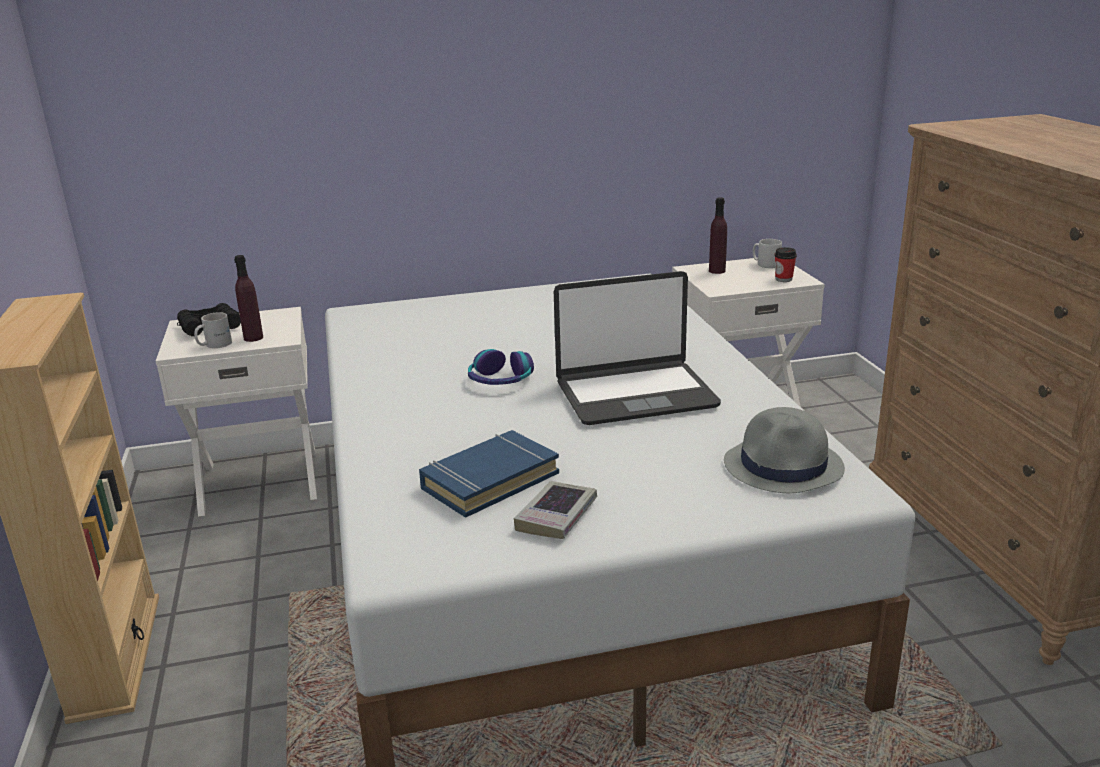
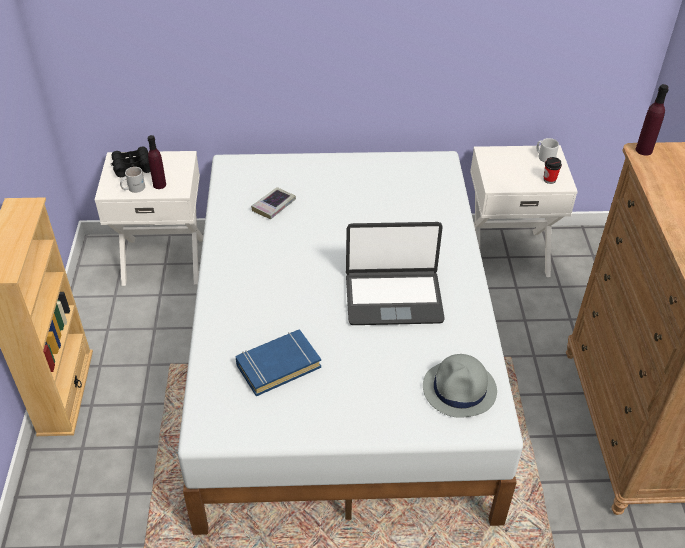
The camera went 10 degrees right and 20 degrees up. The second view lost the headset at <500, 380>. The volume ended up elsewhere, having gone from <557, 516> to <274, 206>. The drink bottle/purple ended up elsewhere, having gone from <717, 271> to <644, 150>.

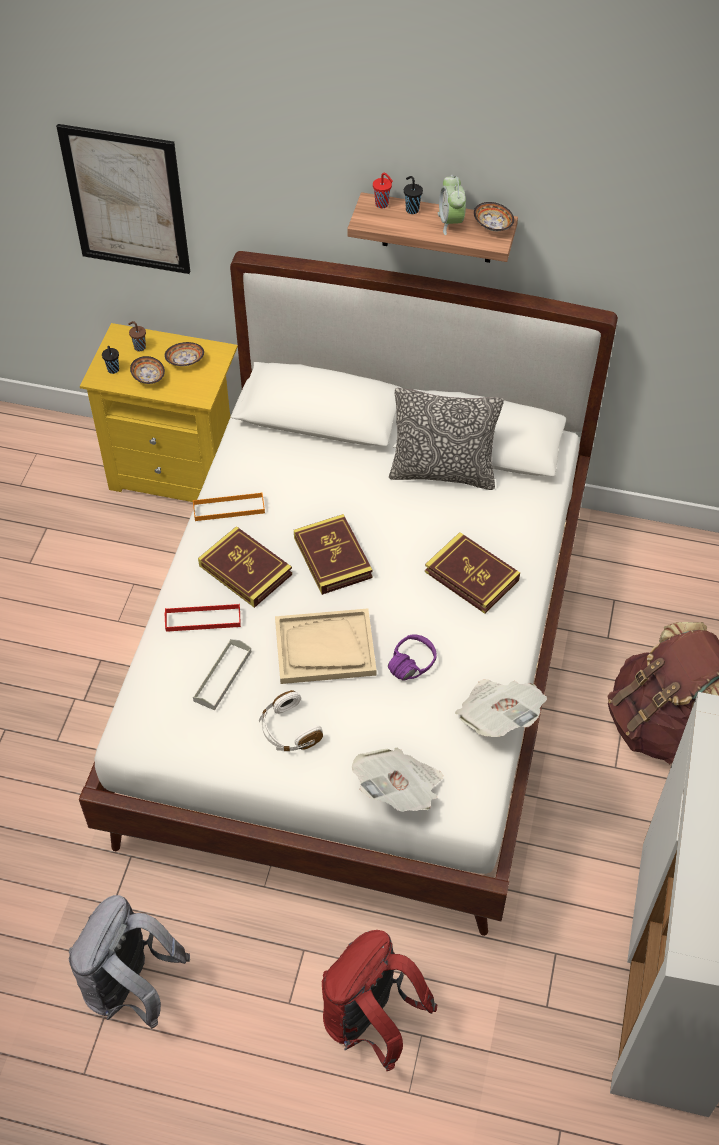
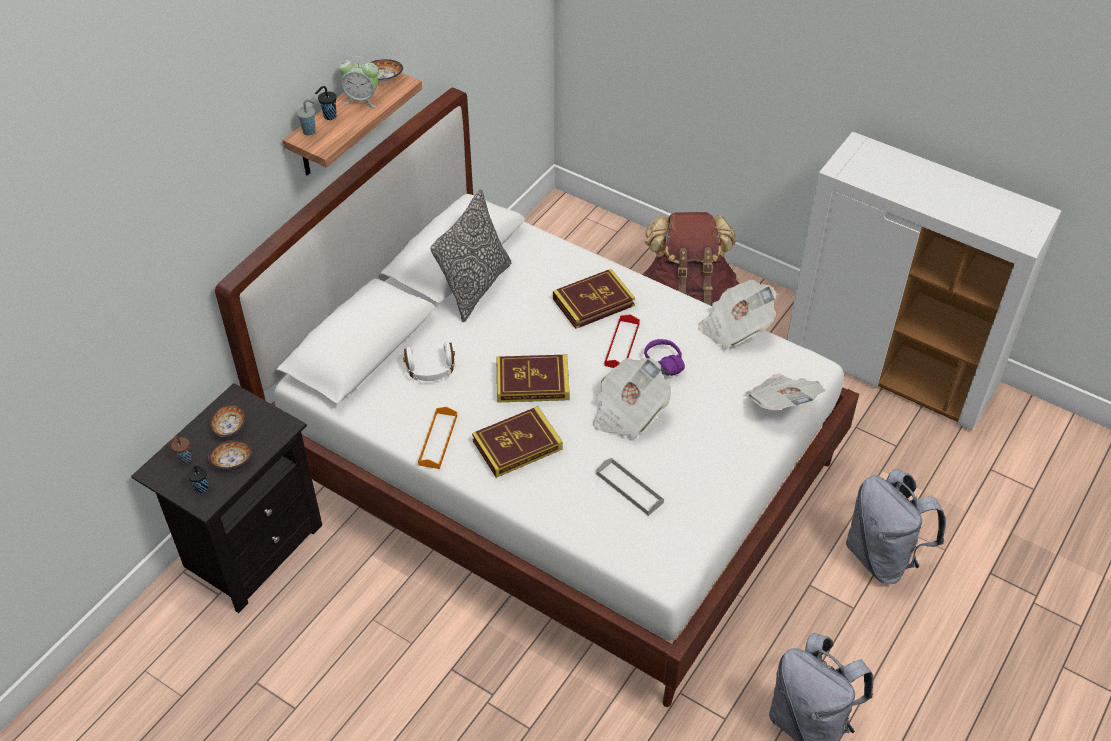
The camera went 70 degrees left and 5 degrees down. The second view lost the wall art at <126, 200>. What was the nightstand/yellow at <177, 471> turned into the nightstand/black at <250, 547>. The serving tray/reddish ended up elsewhere, having gone from <203, 619> to <622, 344>. The headset/whitish ended up elsewhere, having gone from <288, 730> to <431, 370>. Where the serving tray/sand-coloured stood at <324, 648>, the daily paper came to stand at <628, 412>. What was the knapsack/reddish at <371, 1021> turned into the knapsack/grey at <882, 557>. What was the cup/reddish at <382, 204> turned into the cup/grey at <310, 131>.

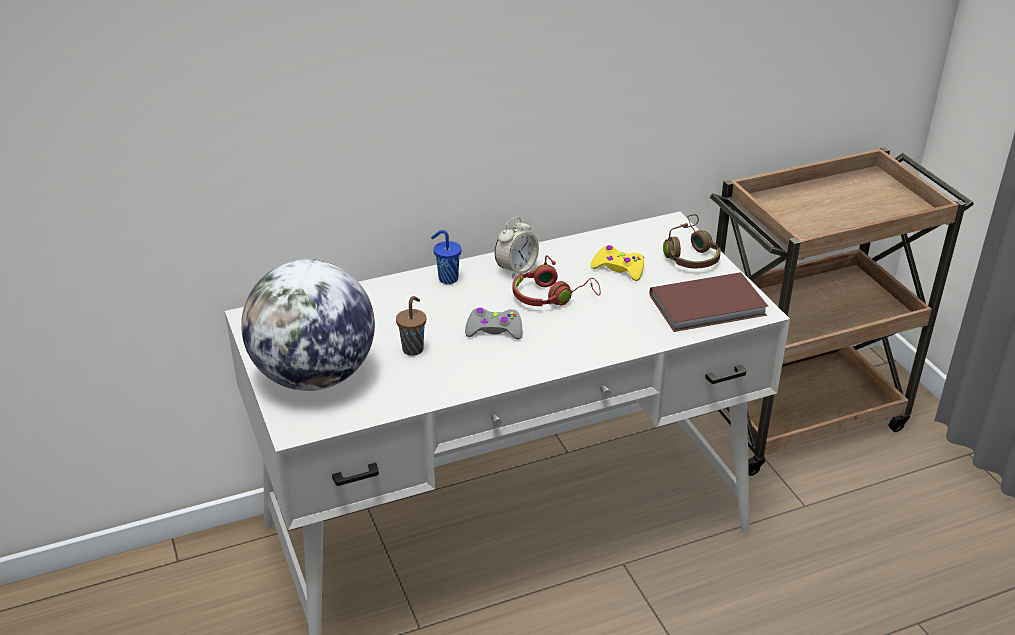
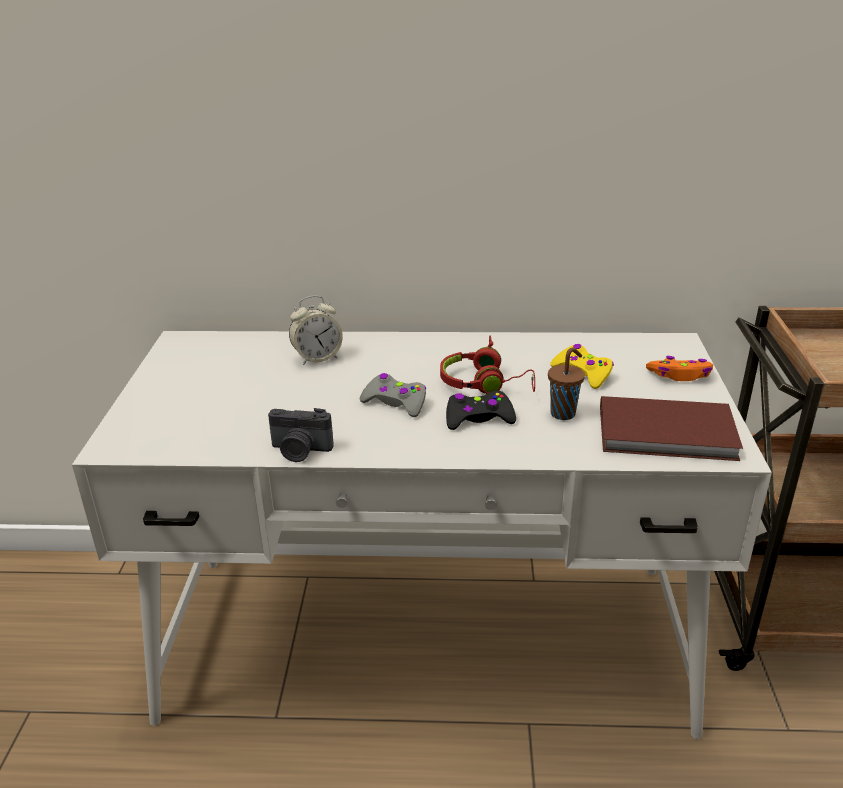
The camera went 25 degrees right and 5 degrees down. The second view lost the globe at <315, 376>. The cup/brown ended up elsewhere, having gone from <413, 349> to <564, 413>. The second view lost the cup/bluish at <447, 279>. The bedside clock ended up elsewhere, having gone from <516, 269> to <317, 358>. Where the headset/brown stood at <690, 254>, the game controller/orange came to stand at <680, 375>. The second view gained the photo camera at <300, 451>. The second view gained the game controller/black at <478, 418>.

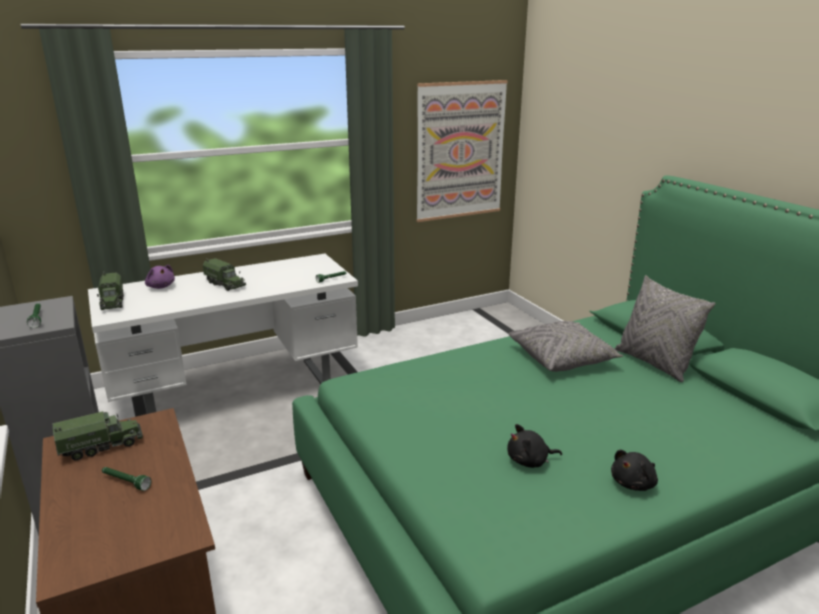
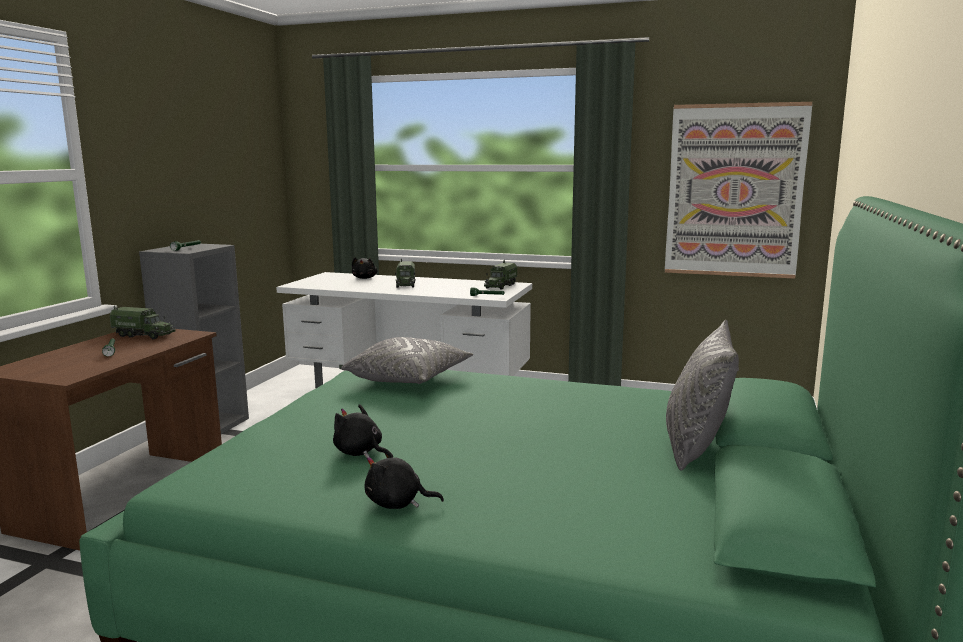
The camera went 45 degrees right and 10 degrees down. The toy lorry ended up elsewhere, having gone from <112, 302> to <500, 286>. What was the cuddly toy/purple at <160, 286> turned into the cuddly toy/black at <365, 278>. The pillow/grey ended up elsewhere, having gone from <562, 358> to <409, 379>.

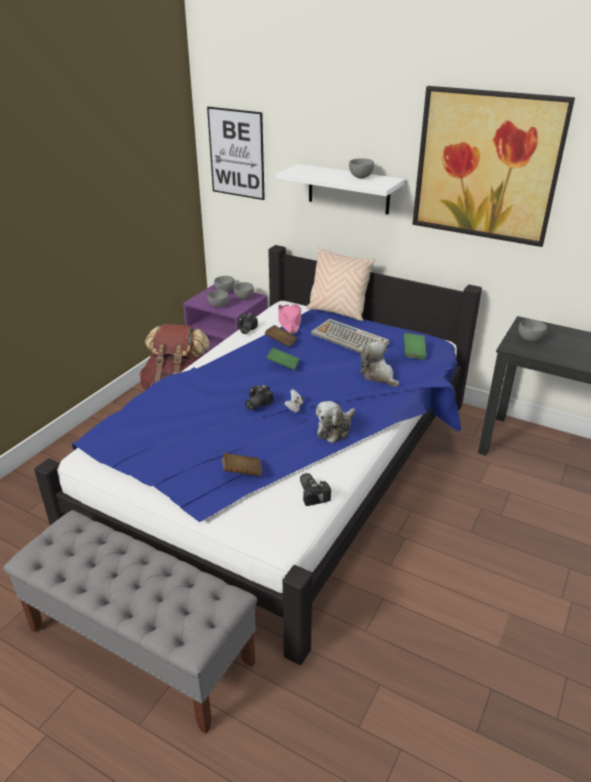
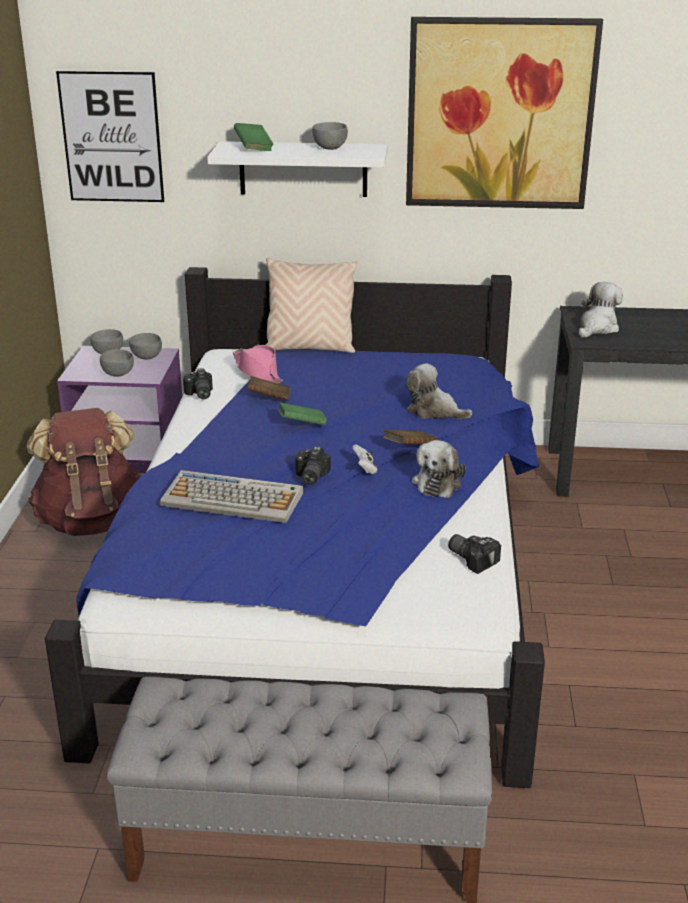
The camera went 25 degrees left and 5 degrees down. The volume/brown ended up elsewhere, having gone from <242, 473> to <410, 449>. The PC keyboard ended up elsewhere, having gone from <350, 339> to <234, 499>. The volume/greenish ended up elsewhere, having gone from <414, 353> to <254, 148>. Where the serving bowl/grey stood at <529, 339>, the cuddly toy came to stand at <597, 328>.

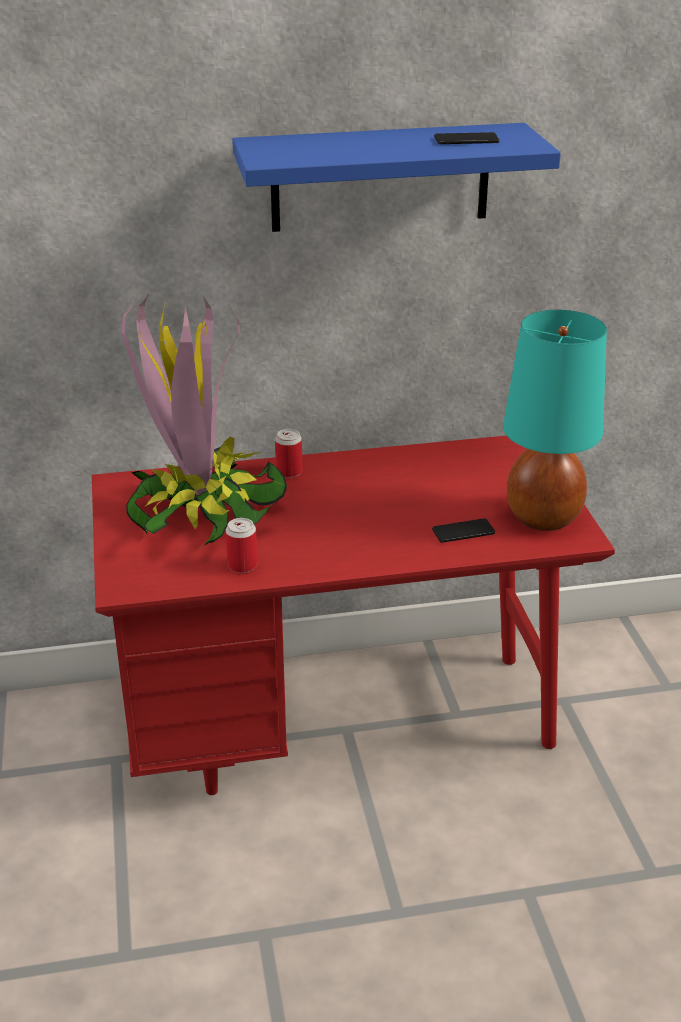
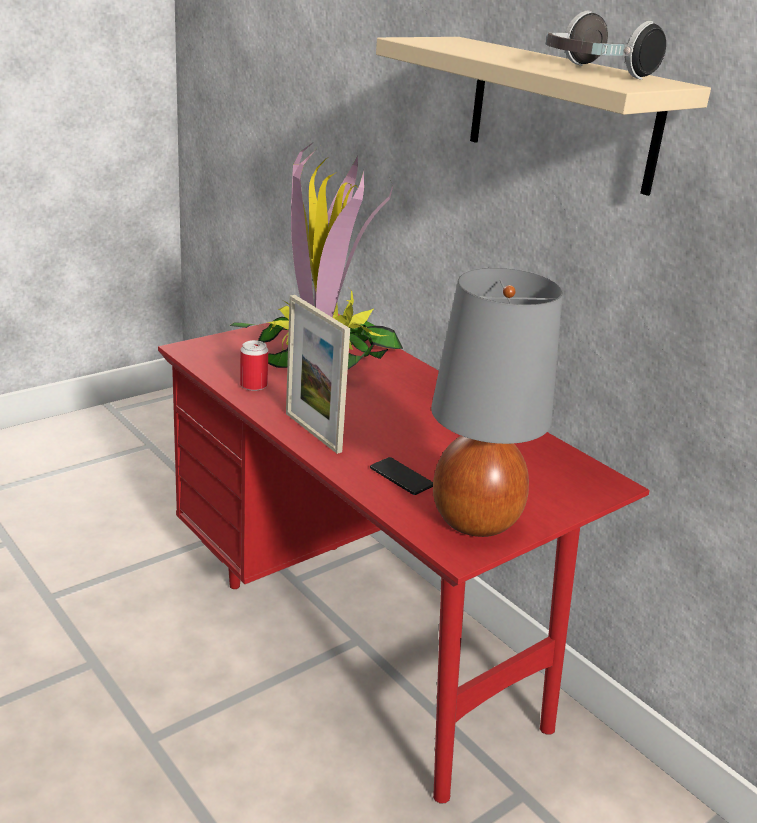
The camera went 60 degrees right and 5 degrees down. What was the shelf/bluish at <380, 177> turned into the shelf/sand-coloured at <561, 113>. The second view lost the metal can at <289, 472>. Where the phone stood at <466, 140>, the headset came to stand at <593, 72>. What was the table lamp/turquoise at <544, 517> turned into the table lamp/grey at <476, 520>. The second view gained the standing frame at <313, 432>.

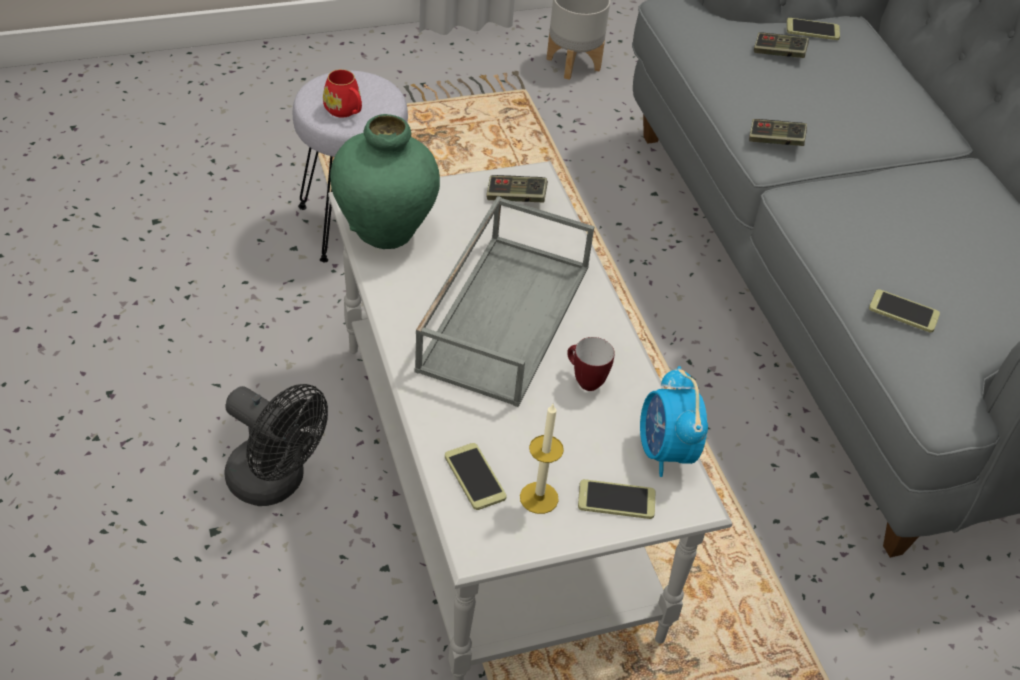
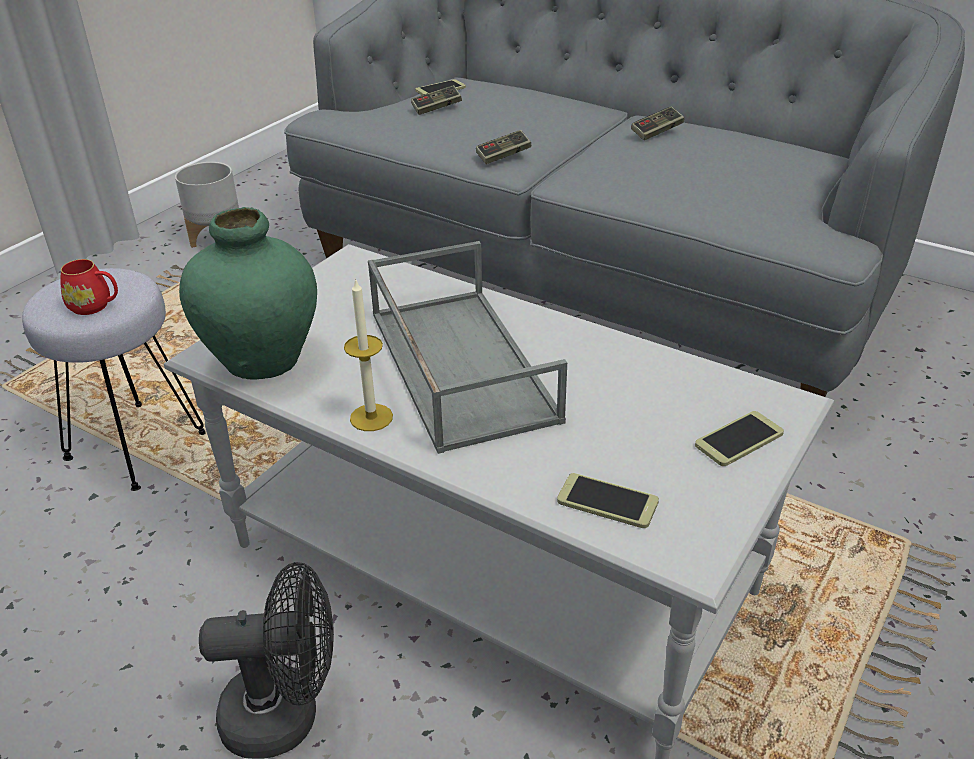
The camera went 35 degrees left and 10 degrees down. The game controller ended up elsewhere, having gone from <516, 197> to <657, 132>. The candle ended up elsewhere, having gone from <539, 498> to <371, 417>. The second view lost the coffee mug at <584, 381>. The second view lost the bedside clock at <665, 452>. The second view lost the phone at <903, 312>.

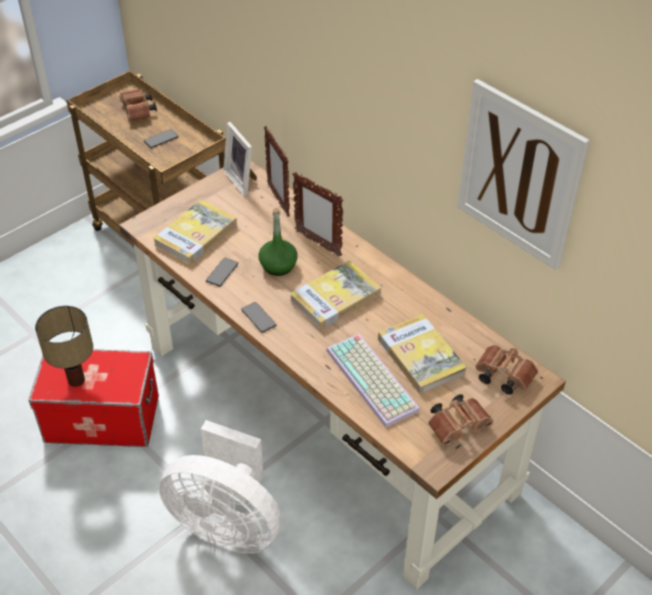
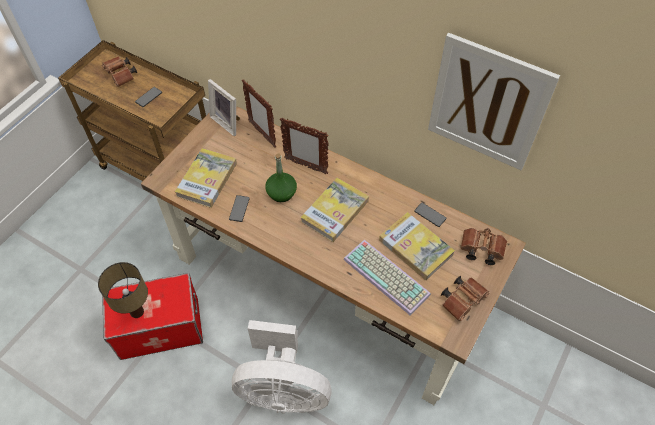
The camera went 15 degrees left and 10 degrees up. The phone ended up elsewhere, having gone from <258, 318> to <430, 215>.

